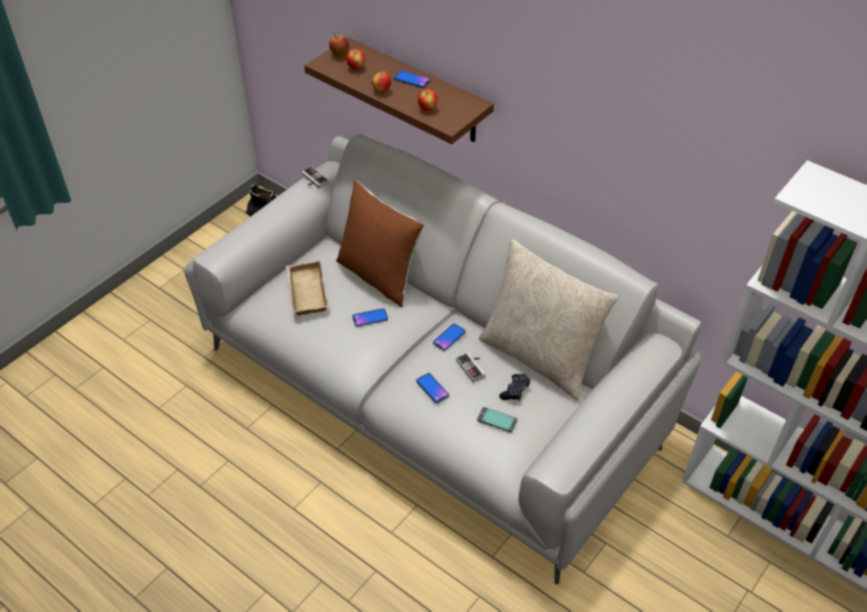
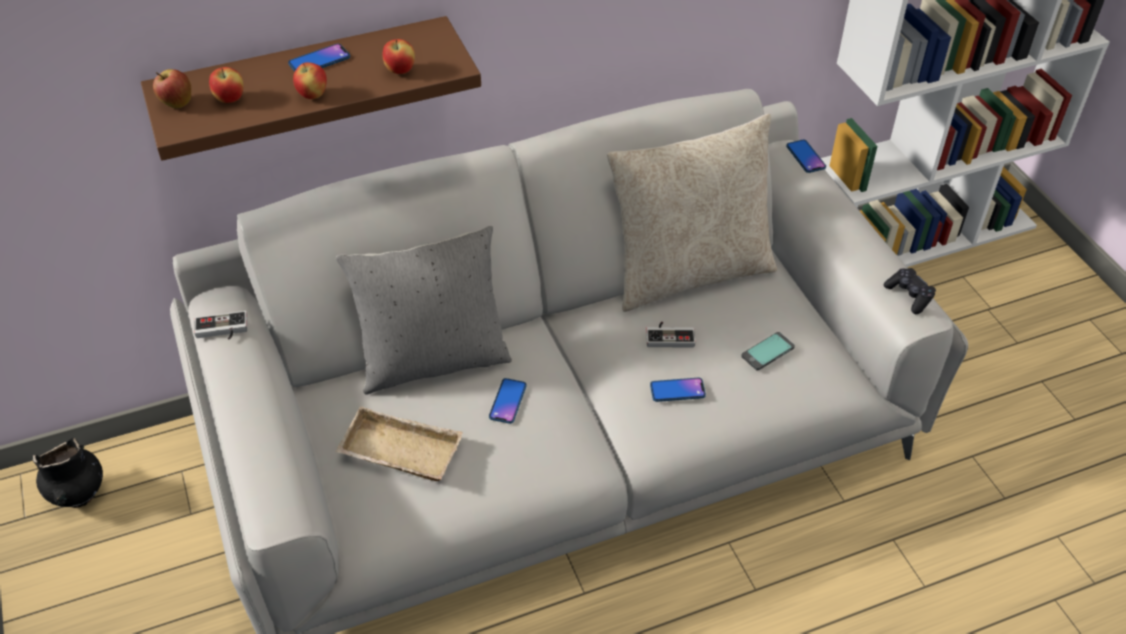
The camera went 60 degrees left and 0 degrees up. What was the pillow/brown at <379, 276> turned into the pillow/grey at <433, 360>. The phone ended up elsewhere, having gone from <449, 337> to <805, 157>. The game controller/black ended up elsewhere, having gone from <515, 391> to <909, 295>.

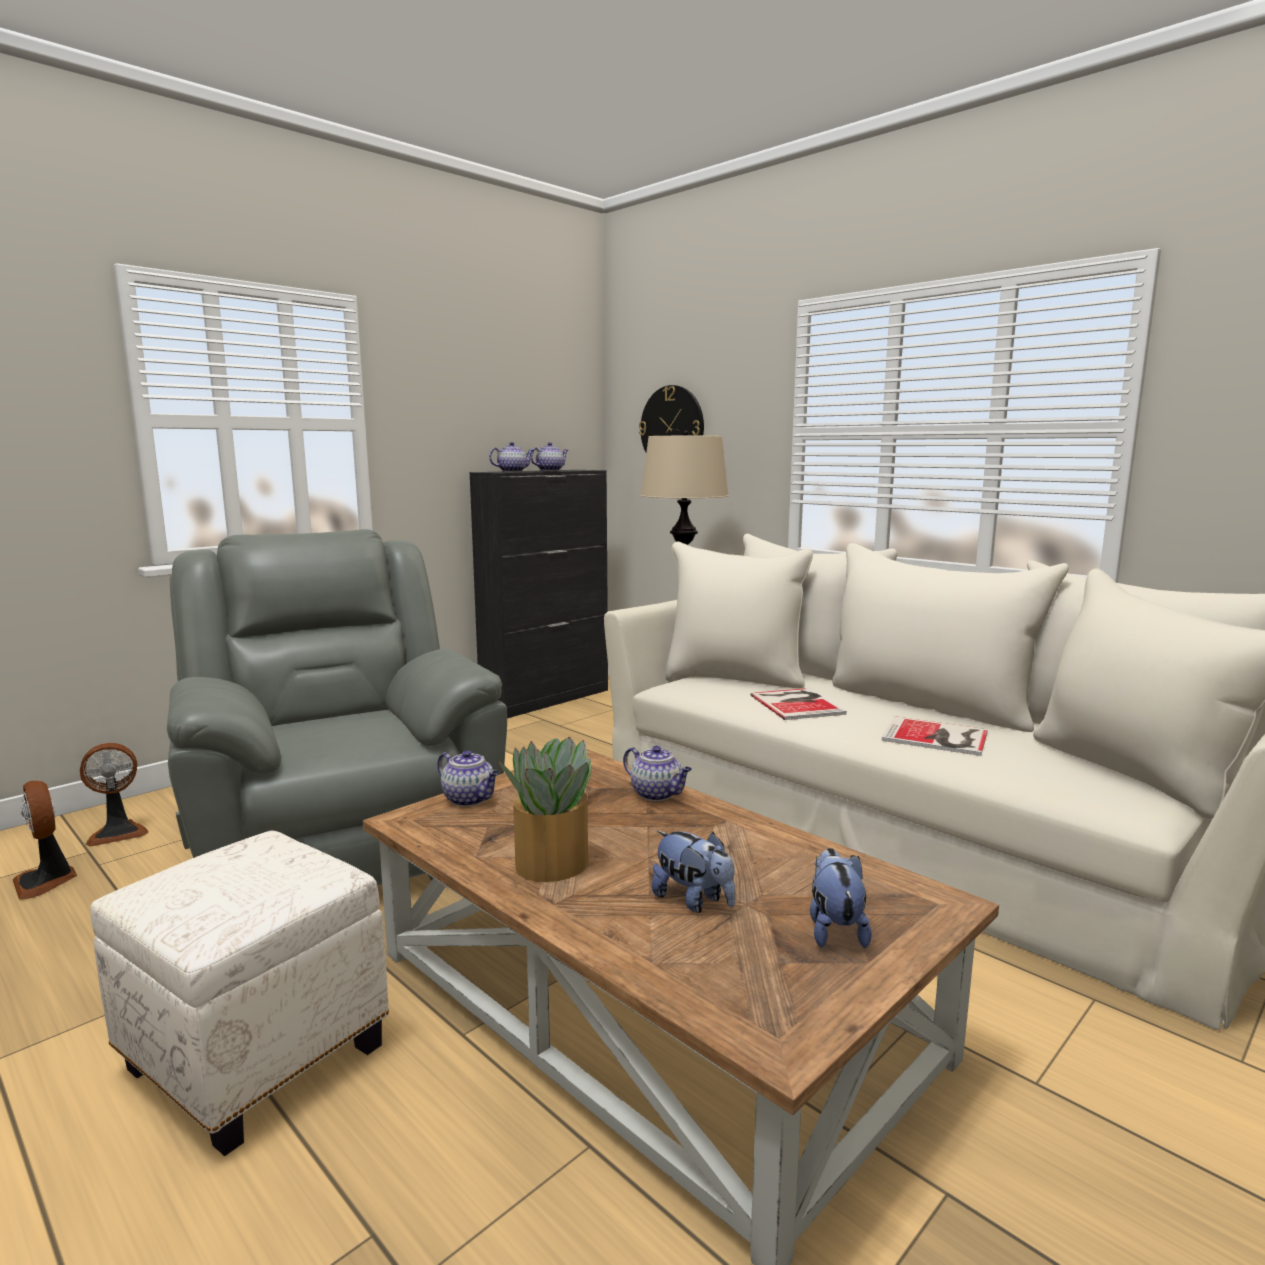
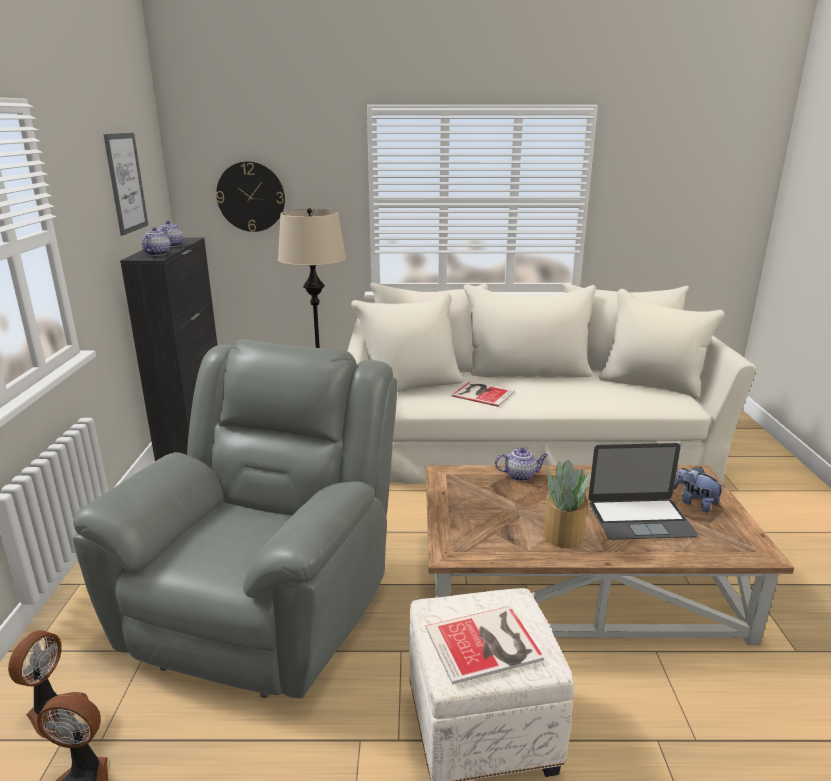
The camera went 45 degrees left and 10 degrees up. The armchair/grey at <342, 842> ended up facing another way, 90 degrees clockwise from before. The second view lost the pot for tea at <470, 799>. Where the cuddly toy stood at <693, 901>, the portable computer came to stand at <640, 519>. The volume ended up elsewhere, having gone from <938, 737> to <486, 644>. The second view gained the wall art at <126, 183>.

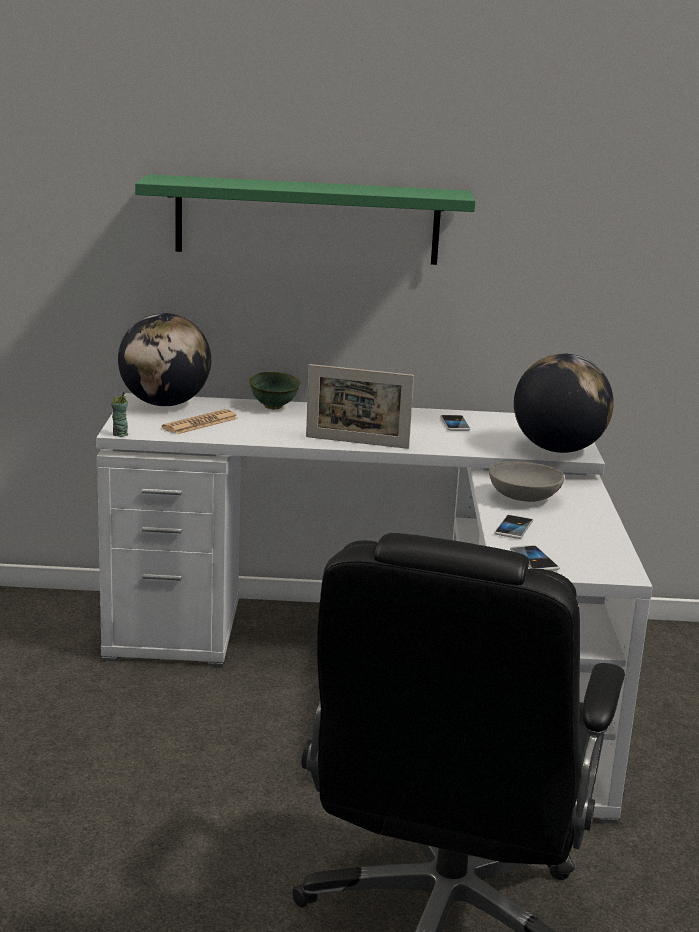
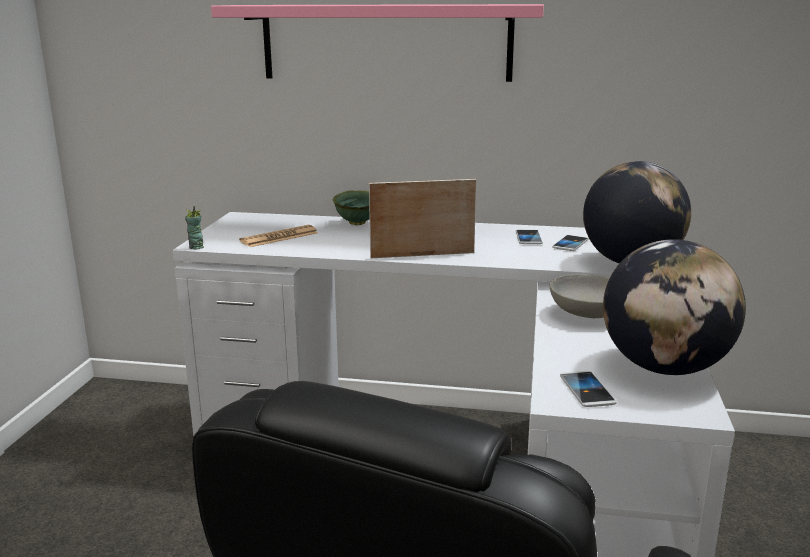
The camera went 10 degrees right and 0 degrees up. The globe ended up elsewhere, having gone from <164, 404> to <664, 368>. What was the shelf/greenish at <307, 220> turned into the shelf/pink at <385, 42>. The standing frame at <357, 442> ended up facing another way, 150 degrees clockwise from before. The phone ended up elsewhere, having gone from <513, 528> to <570, 244>.

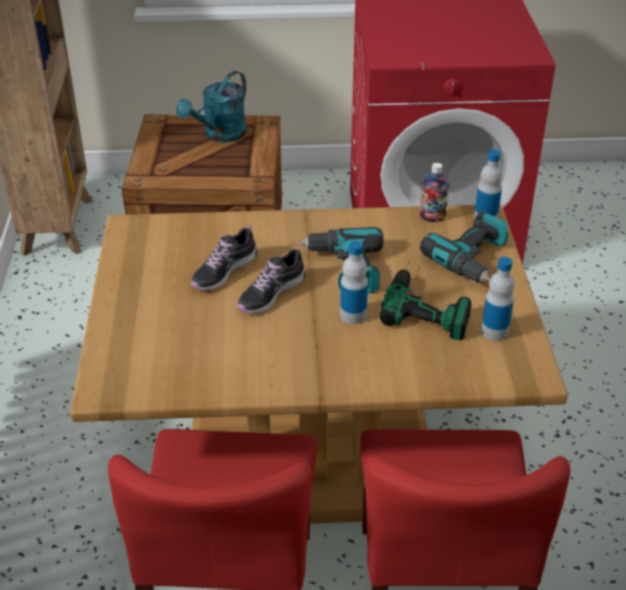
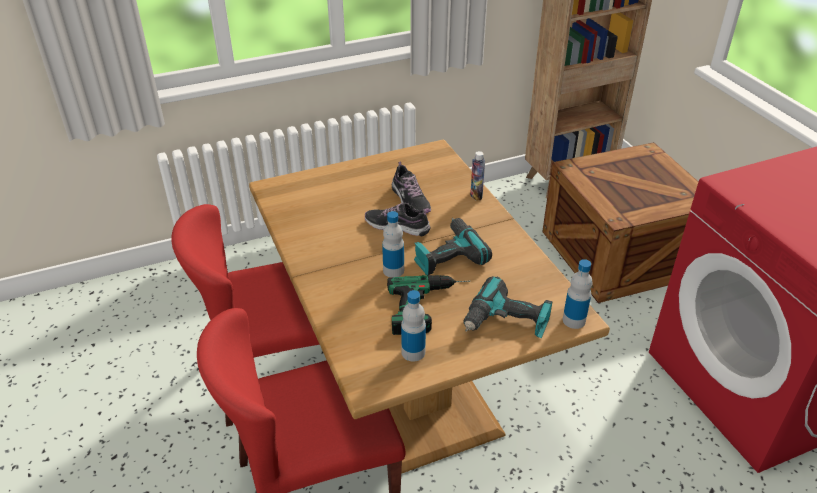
The camera went 70 degrees right and 0 degrees up. The second view lost the watering pot/turquoise at <220, 135>. The item of footwear at <223, 271> ended up facing another way, 135 degrees counterclockwise from before. The drink bottle ended up elsewhere, having gone from <432, 218> to <476, 195>.

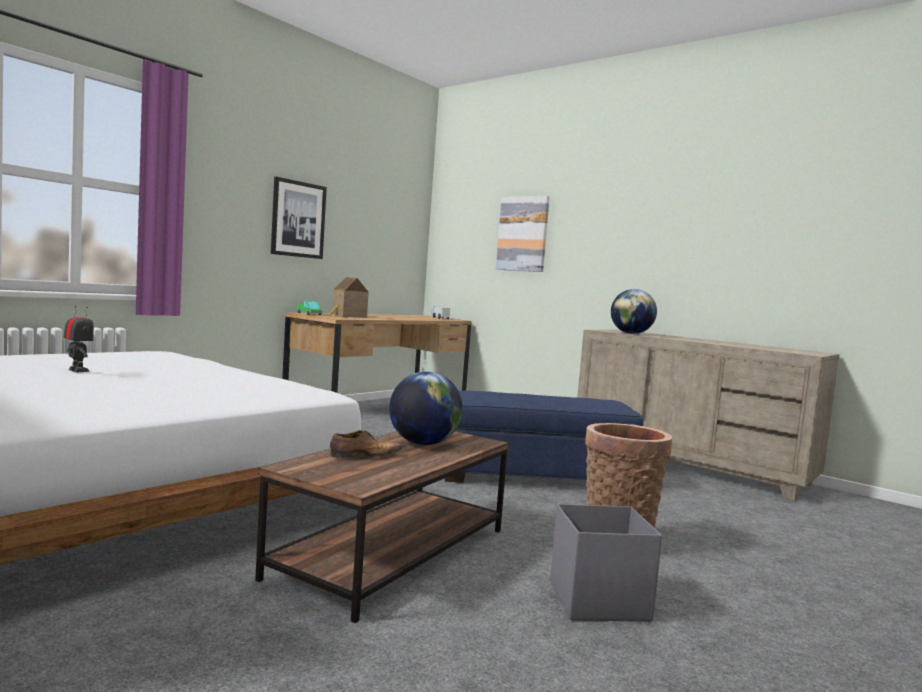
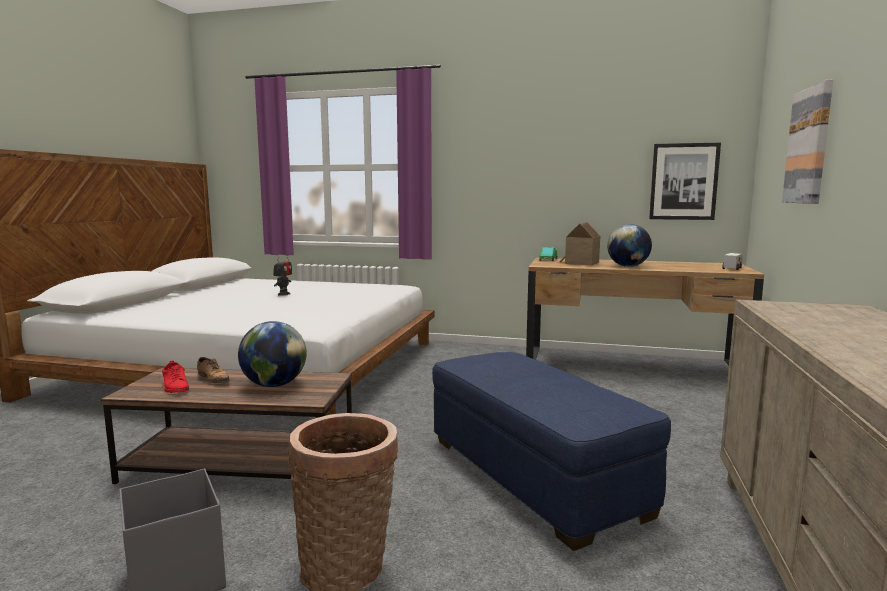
The camera went 65 degrees right and 5 degrees up. The wall art ended up elsewhere, having gone from <298, 219> to <683, 181>. The globe ended up elsewhere, having gone from <631, 333> to <628, 266>. The second view gained the item of footwear/reddish at <176, 387>.

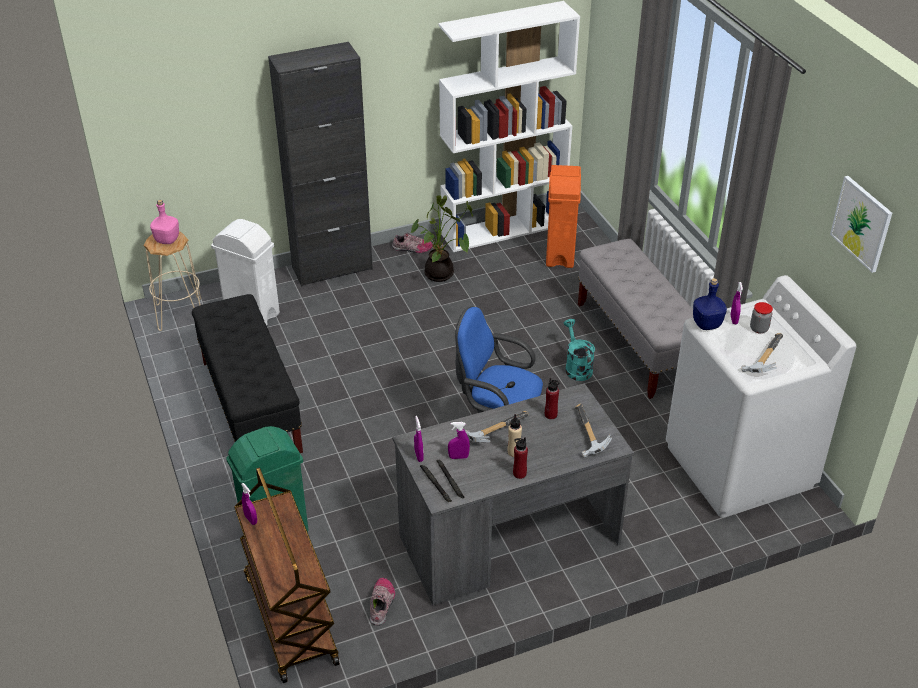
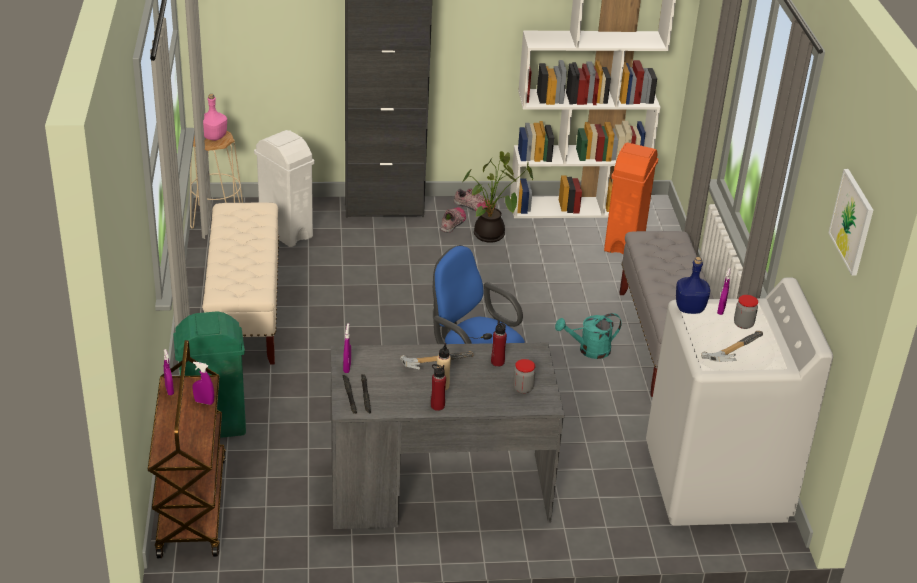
The camera went 15 degrees right and 5 degrees down. What was the bench/black at <251, 406> turned into the bench/sand-coloured at <245, 313>. The item of footwear ended up elsewhere, having gone from <382, 604> to <453, 223>. The hand sprayer/purple ended up elsewhere, having gone from <458, 457> to <204, 402>. The watering pot/turquoise at <576, 367> ended up facing another way, 105 degrees counterclockwise from before. Where the hammer stood at <586, 435>, the preserve jar came to stand at <523, 388>.

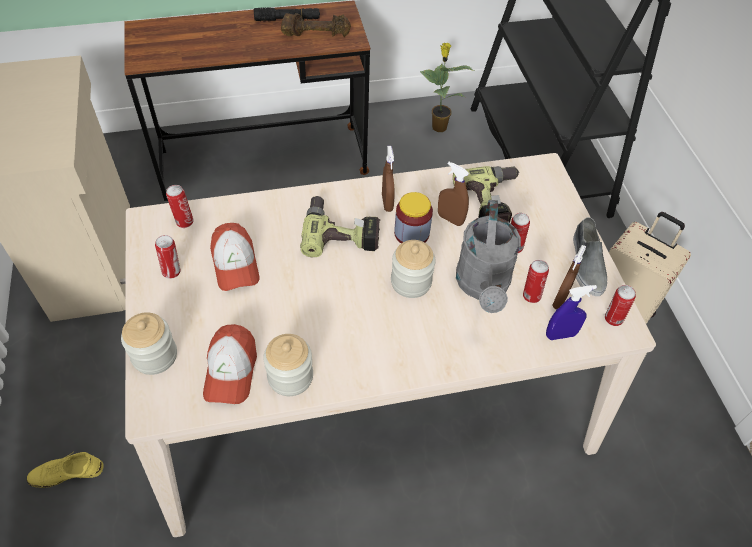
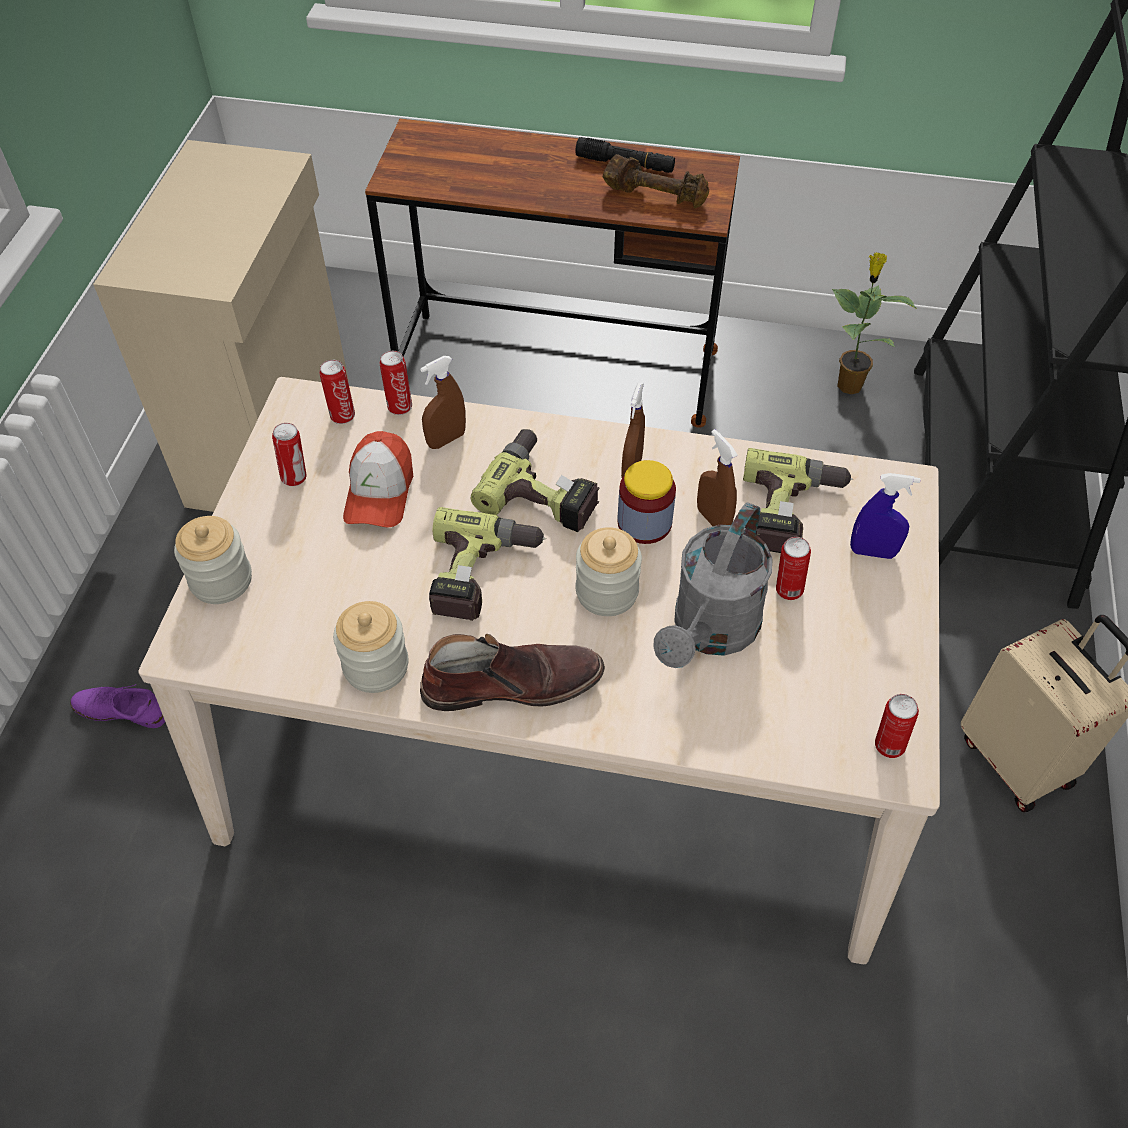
The camera went 25 degrees right and 0 degrees up. What was the item of footwear/yellow at <67, 473> turned into the item of footwear/purple at <121, 710>. The second view lost the cap at <231, 371>. The metal can ended up elsewhere, having gone from <530, 295> to <399, 406>. The hand sprayer/bluish ended up elsewhere, having gone from <560, 335> to <872, 552>. The hand sprayer/brown ended up elsewhere, having gone from <560, 299> to <446, 439>. The second view lost the item of footwear/grey at <586, 263>. The second view gained the high-top boot/brown at <512, 682>. The second view gained the power drill at <482, 575>.

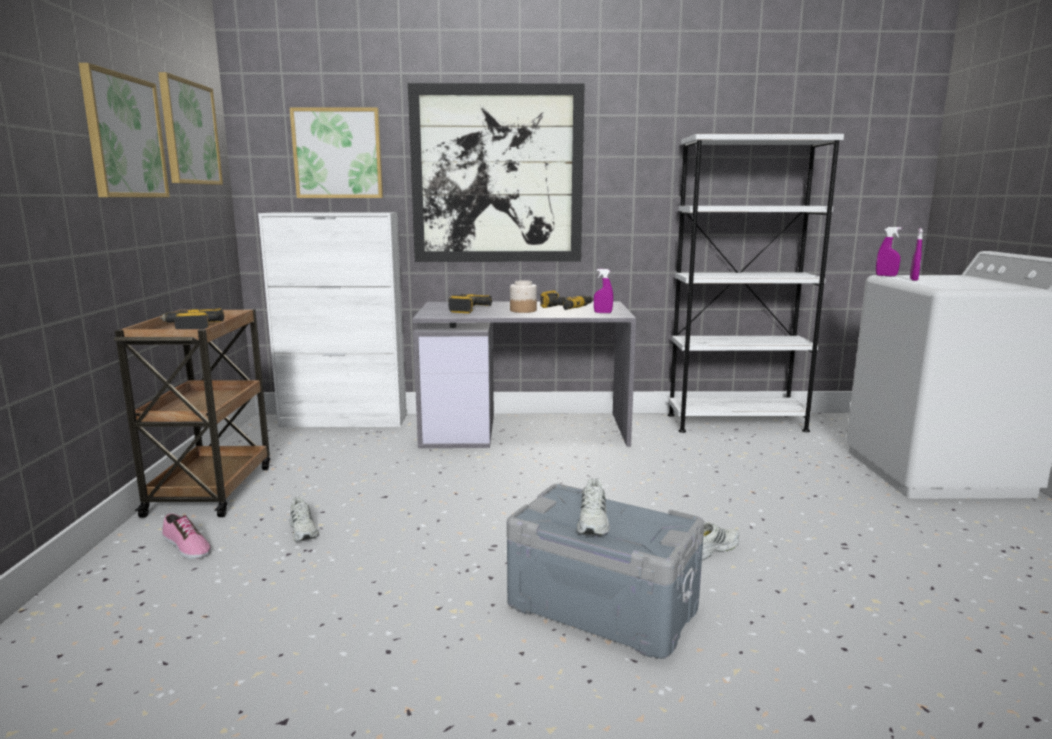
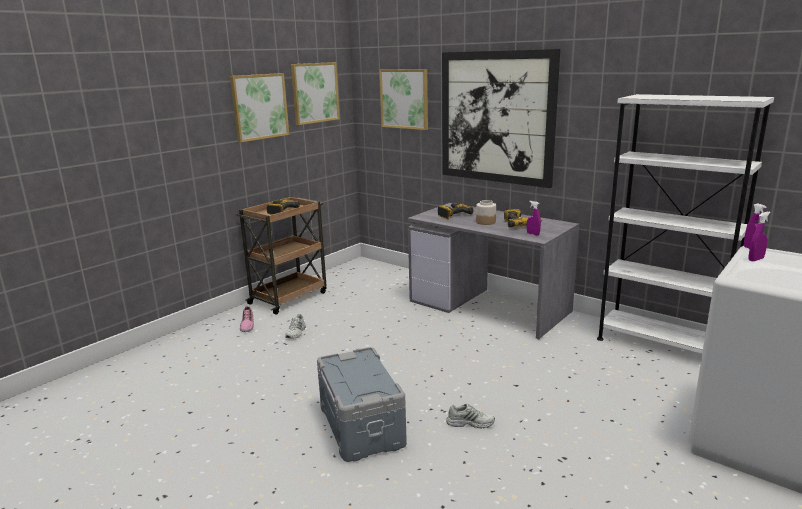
The camera went 40 degrees right and 5 degrees up. The second view lost the cabinet/whitish at <344, 421>. The second view lost the item of footwear/whitish at <593, 522>.

